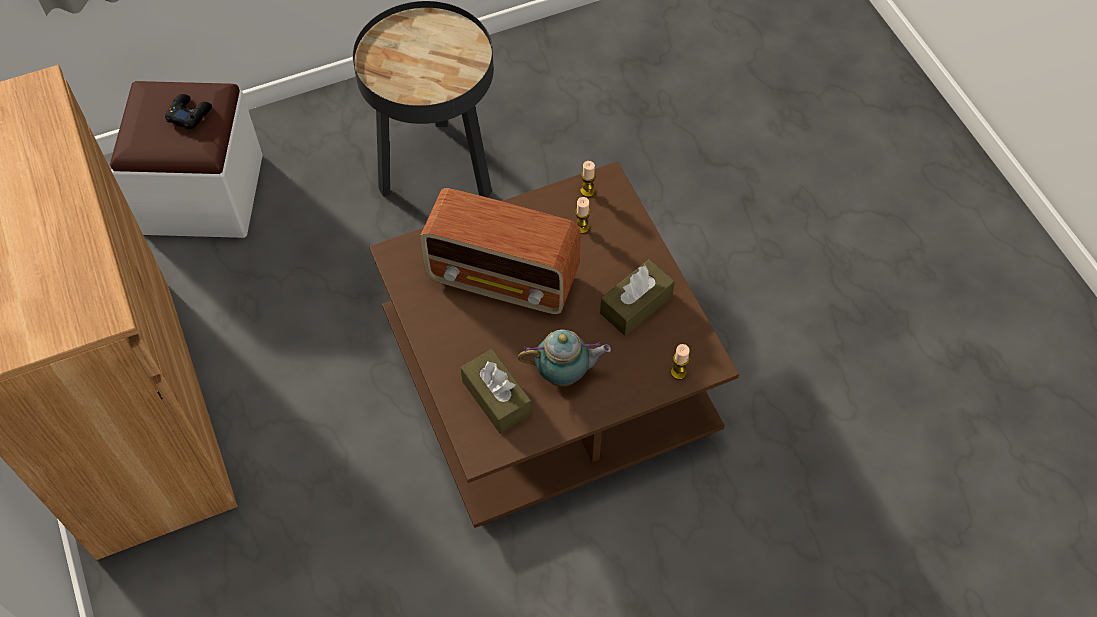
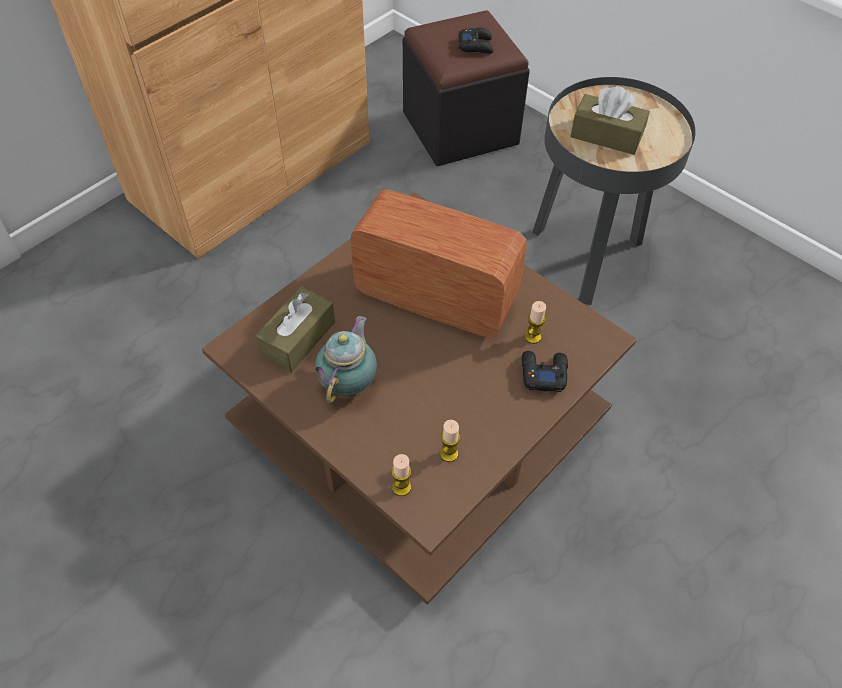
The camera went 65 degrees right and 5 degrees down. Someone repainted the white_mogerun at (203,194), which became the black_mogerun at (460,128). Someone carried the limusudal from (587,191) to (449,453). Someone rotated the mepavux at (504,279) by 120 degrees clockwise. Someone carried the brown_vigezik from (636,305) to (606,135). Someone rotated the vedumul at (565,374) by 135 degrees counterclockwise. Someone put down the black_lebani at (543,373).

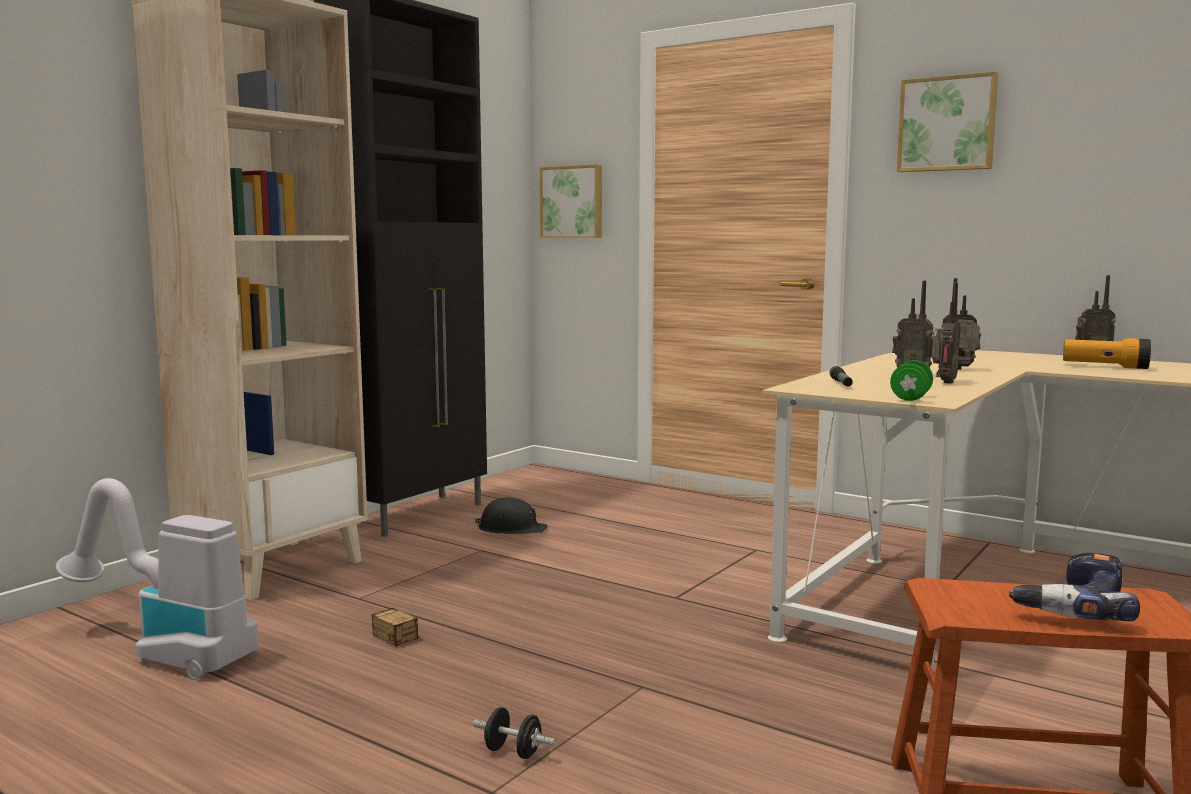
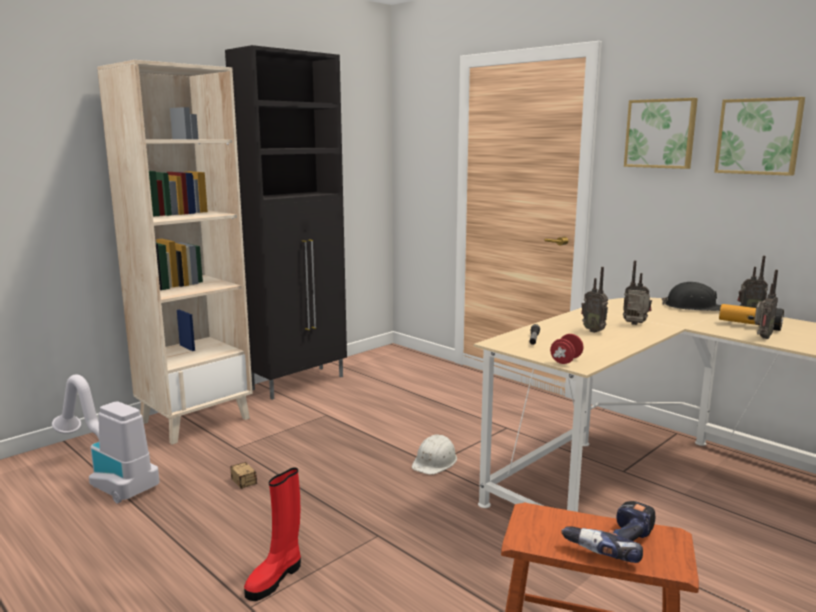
The camera went 10 degrees right and 5 degrees up. Someone carried the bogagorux from (573,202) to (759,136). Someone carried the mepavux from (943,382) to (761,337). Someone repainted the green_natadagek at (910,398), which became the red_natadagek at (566,360). Someone carried the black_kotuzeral from (511,529) to (693,307). Someone swapped the black_natadagek at (513,752) for the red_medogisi at (275,578). Someone put down the white_kotuzeral at (435,461).

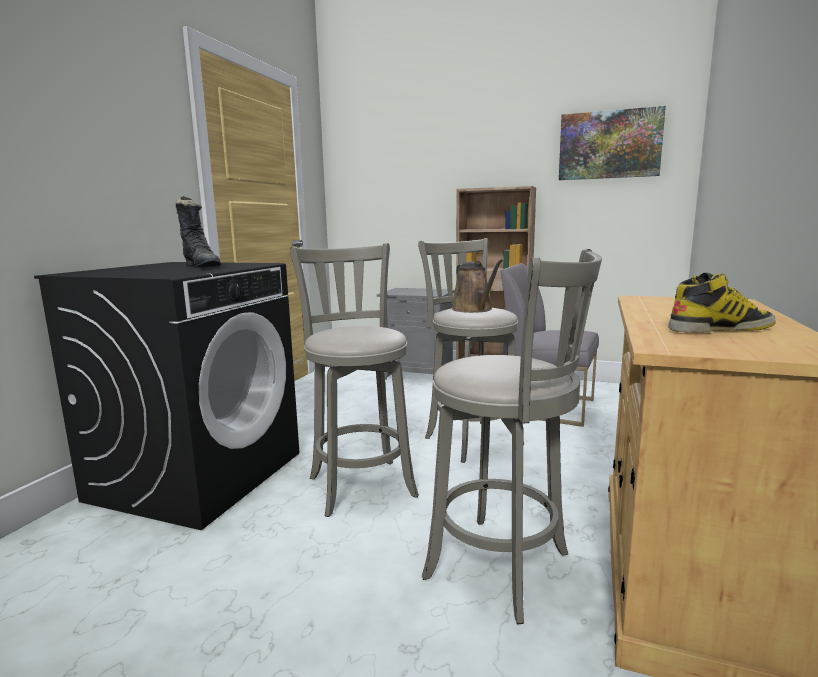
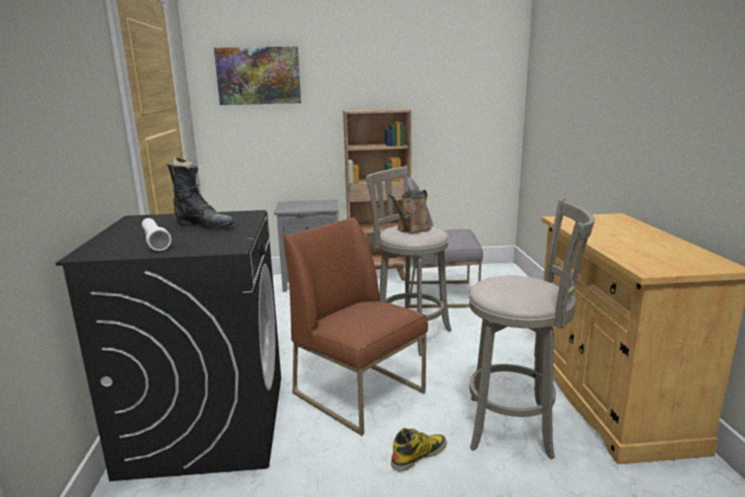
The camera went 25 degrees left and 5 degrees up. Someone carried the bogagorux from (609,145) to (258,76). Someone swapped the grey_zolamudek at (360,483) for the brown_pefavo at (360,392). Someone rotated the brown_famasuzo at (474,309) by 75 degrees clockwise. Someone carried the medogisi from (720,329) to (419,455). Someone put down the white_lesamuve at (155,242).

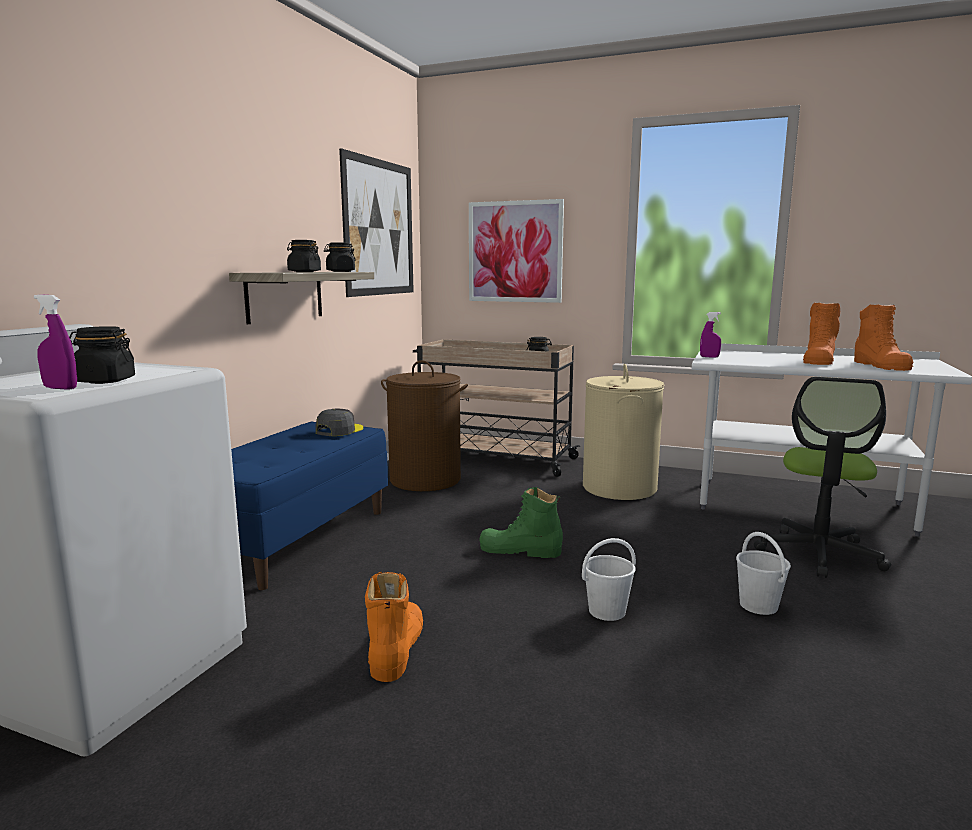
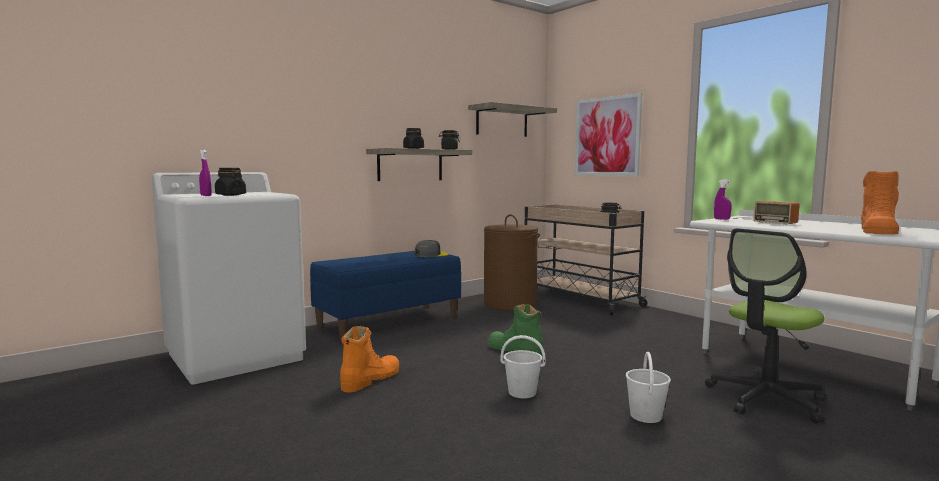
The camera went 30 degrees right and 5 degrees down. Someone swapped the bogagorux at (379,228) for the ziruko at (502,122). Someone took away the orange_medogisi at (818,361). Someone took away the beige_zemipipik at (620,488). Someone put down the mepavux at (763,221).

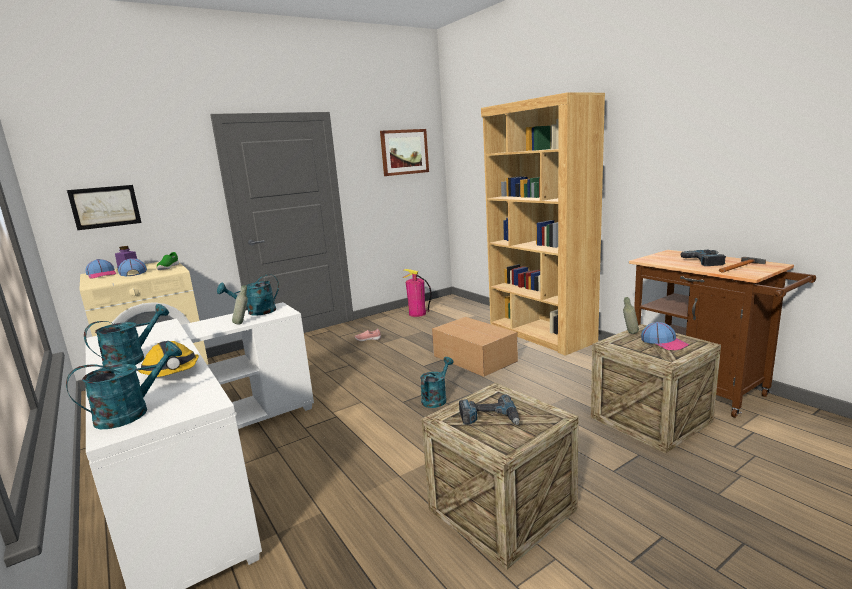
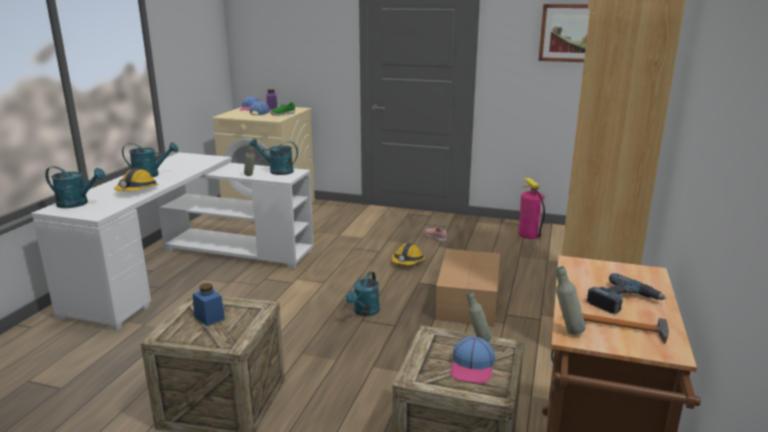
The camera went 50 degrees right and 5 degrees up. Someone took away the bogagorux at (105,207). Someone rotated the turquoise_famasuzo at (436,398) by 120 degrees clockwise. Someone swapped the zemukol at (489,418) for the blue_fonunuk at (209,317). Someone put down the kotuzeral at (408,262). Someone put down the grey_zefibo at (566,331).

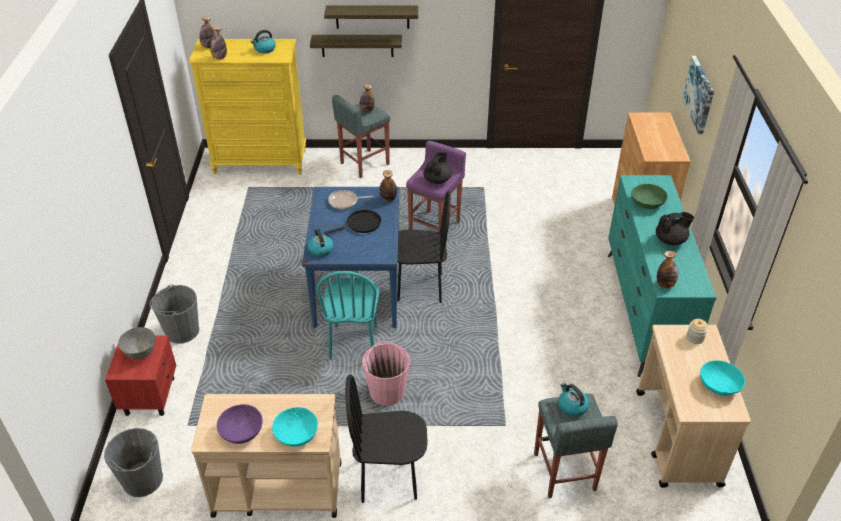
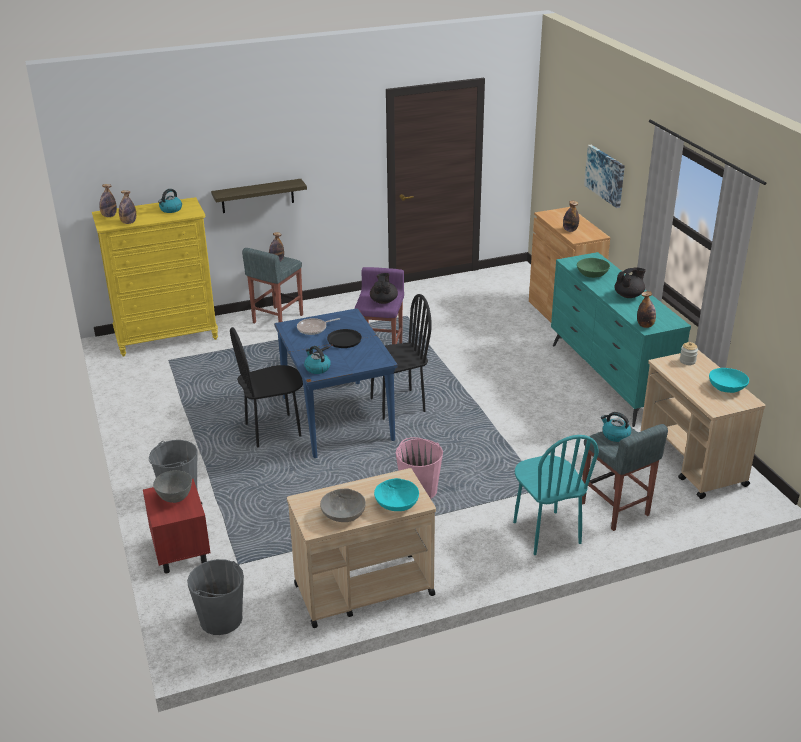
The camera went 20 degrees left and 10 degrees down. Someone took away the ziruko at (372,17). Someone carried the zefibo from (388,199) to (570,230). Someone carried the turquoise_pefavo from (354,343) to (546,532). Someone carried the black_pefavo from (389,478) to (273,431). Someone repainted the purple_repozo at (241,431), which became the grey_repozo at (343,514).

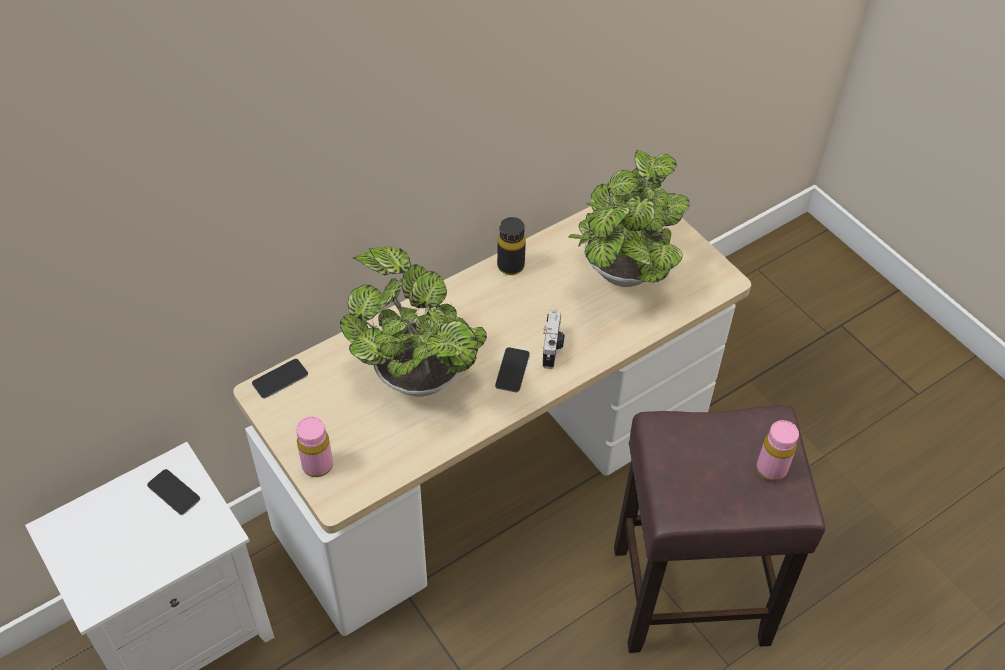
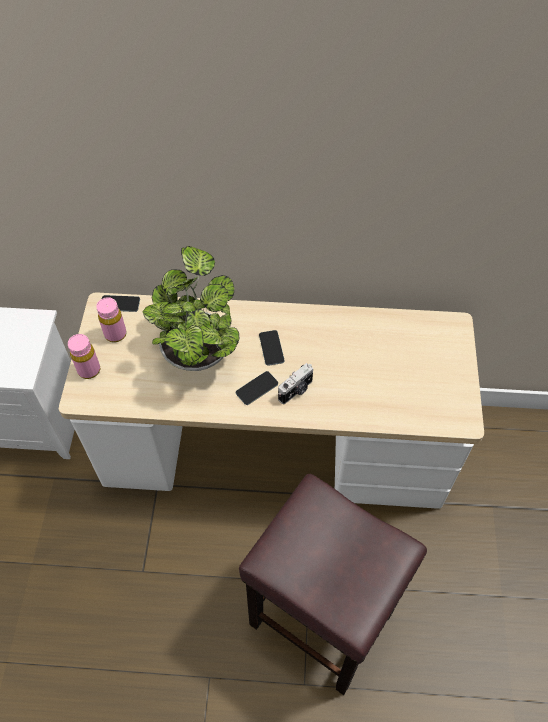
The camera went 40 degrees right and 5 degrees up. Someone took away the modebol at (622,275). Someone took away the black_zefibo at (510,266). Someone carried the pink_zefibo from (771,469) to (115,334). Someone carried the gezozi from (173,492) to (271,348).

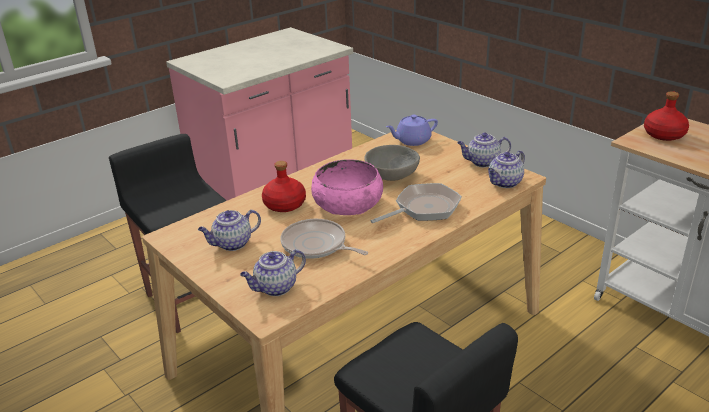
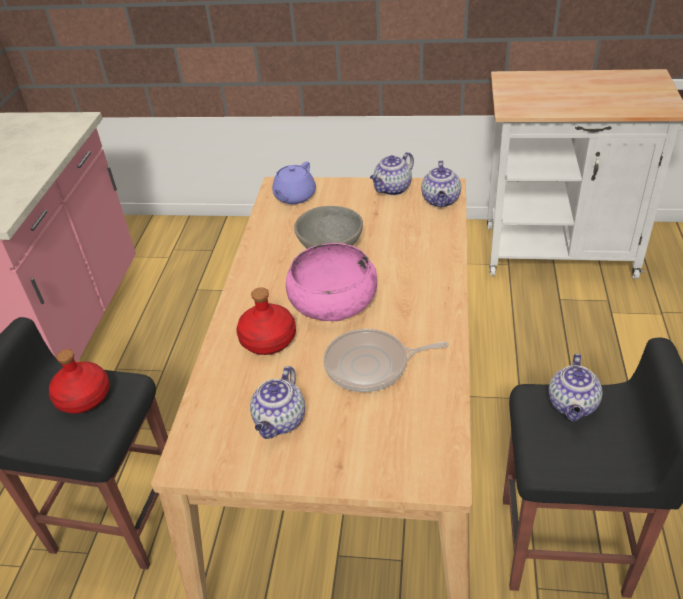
The camera went 40 degrees left and 10 degrees up. Someone carried the red_zefibo from (663,134) to (83,397). Someone took away the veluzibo at (423,208). Someone carried the vedumul from (275,288) to (573,405).

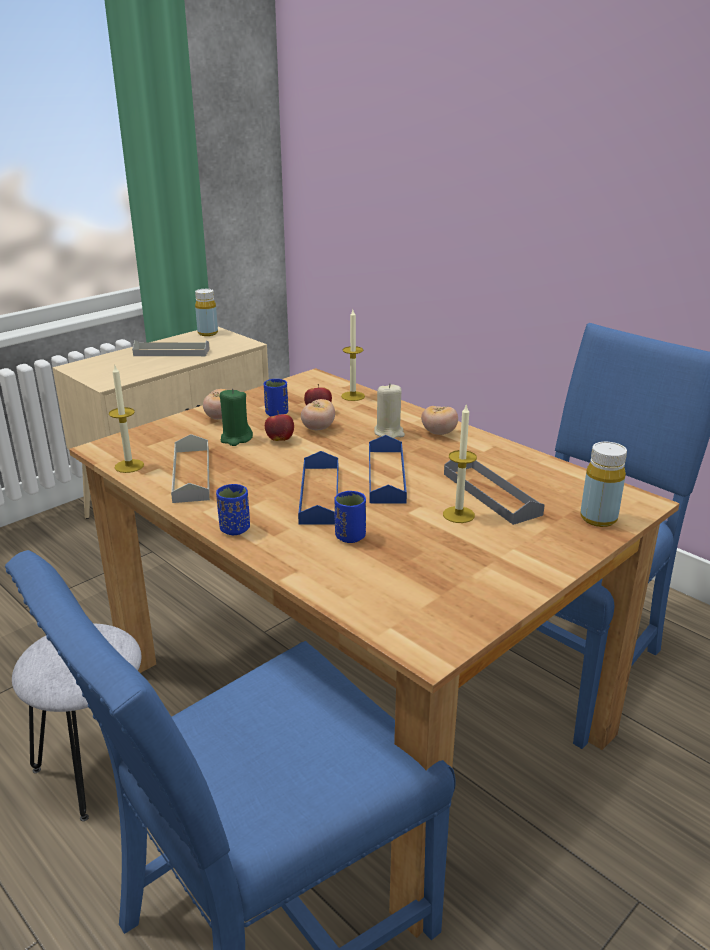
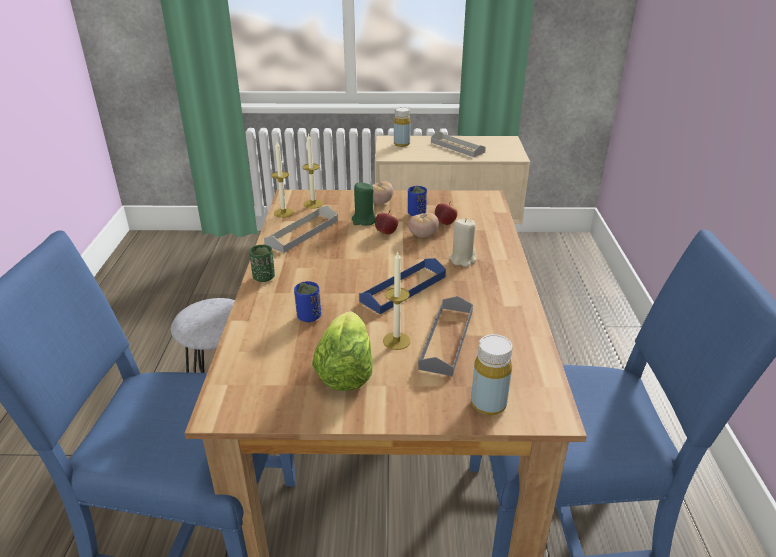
The camera went 45 degrees right and 5 degrees up. Someone carried the yellow_zefibo from (207,333) to (401,144). Someone carried the limusudal from (353,396) to (313,204). Someone took away the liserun at (439,433). Someone took away the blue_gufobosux at (319,494). Someone repainted the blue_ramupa at (235,529), which became the green_ramupa at (264,277). Someone put down the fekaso at (345,372).

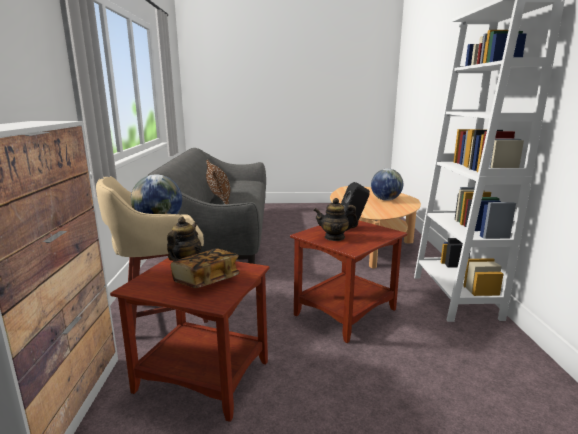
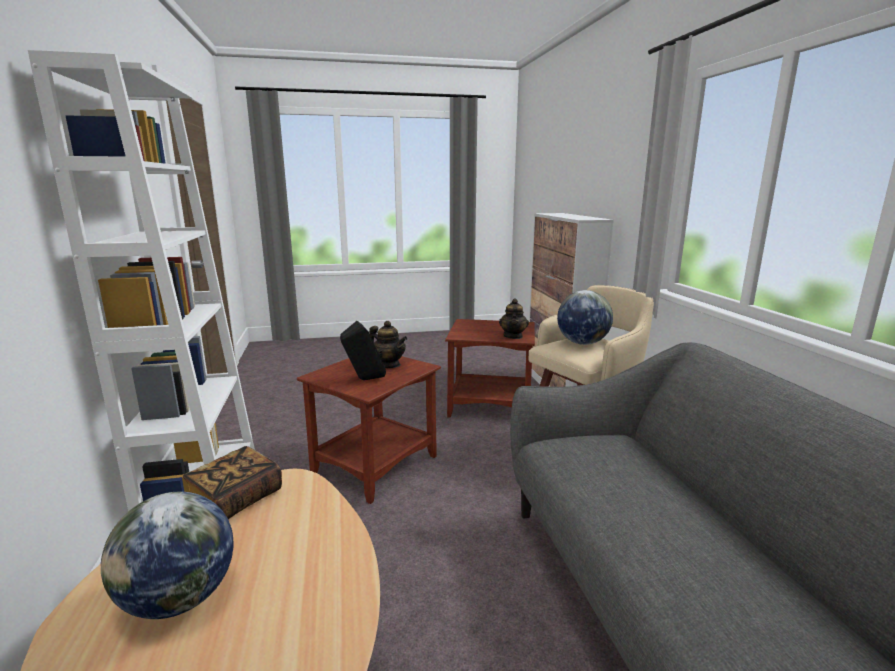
The camera went 170 degrees right and 0 degrees up. Someone took away the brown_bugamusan at (219,199). Someone rotated the vedumul at (334,237) by 45 degrees clockwise. Someone carried the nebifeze from (206,280) to (236,498).

